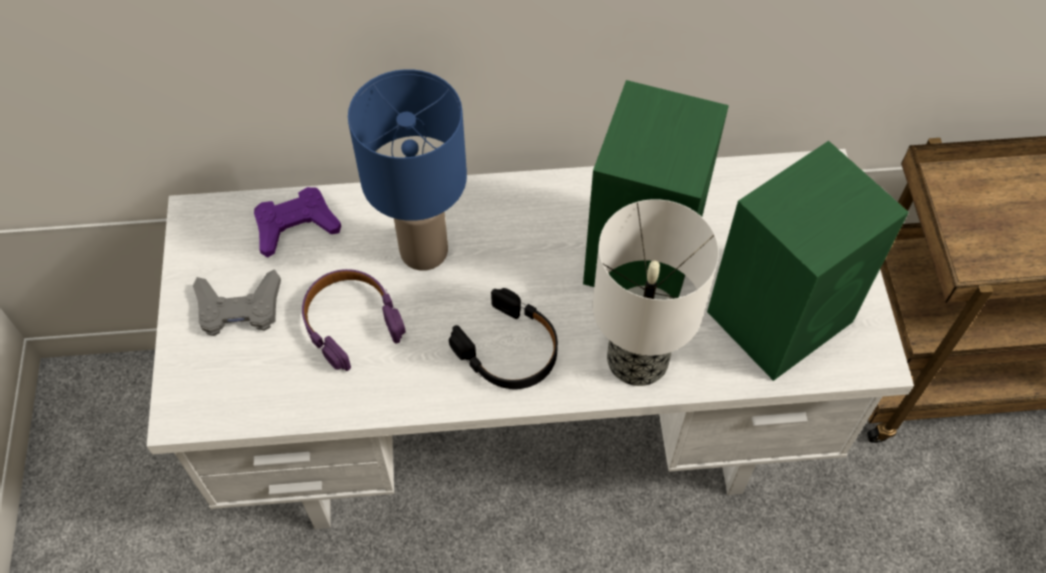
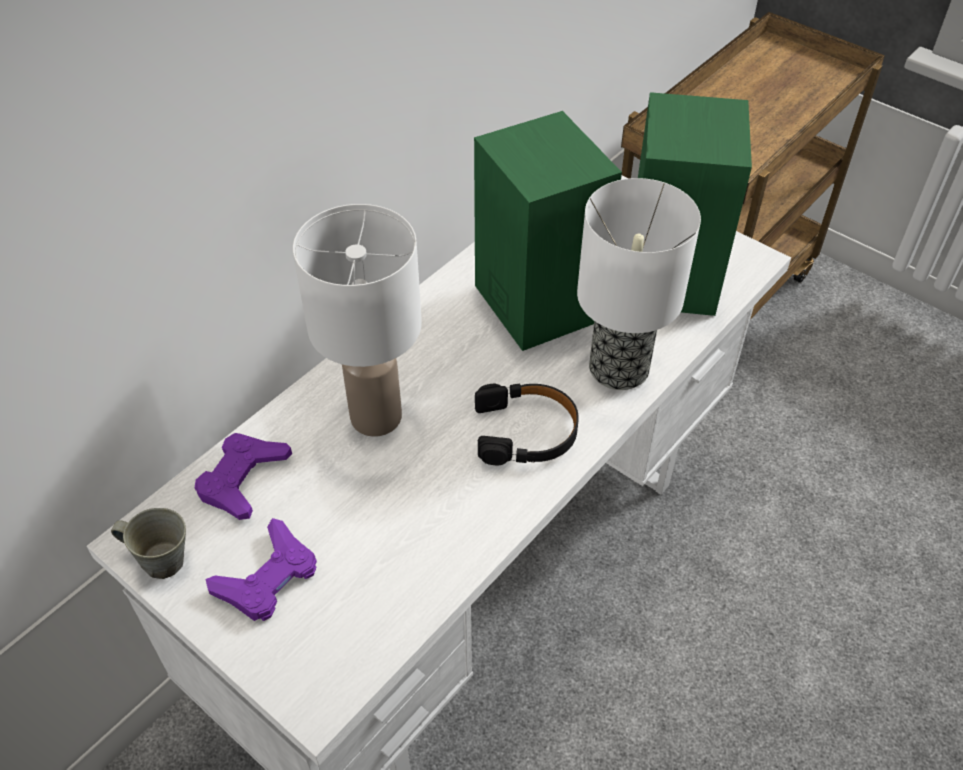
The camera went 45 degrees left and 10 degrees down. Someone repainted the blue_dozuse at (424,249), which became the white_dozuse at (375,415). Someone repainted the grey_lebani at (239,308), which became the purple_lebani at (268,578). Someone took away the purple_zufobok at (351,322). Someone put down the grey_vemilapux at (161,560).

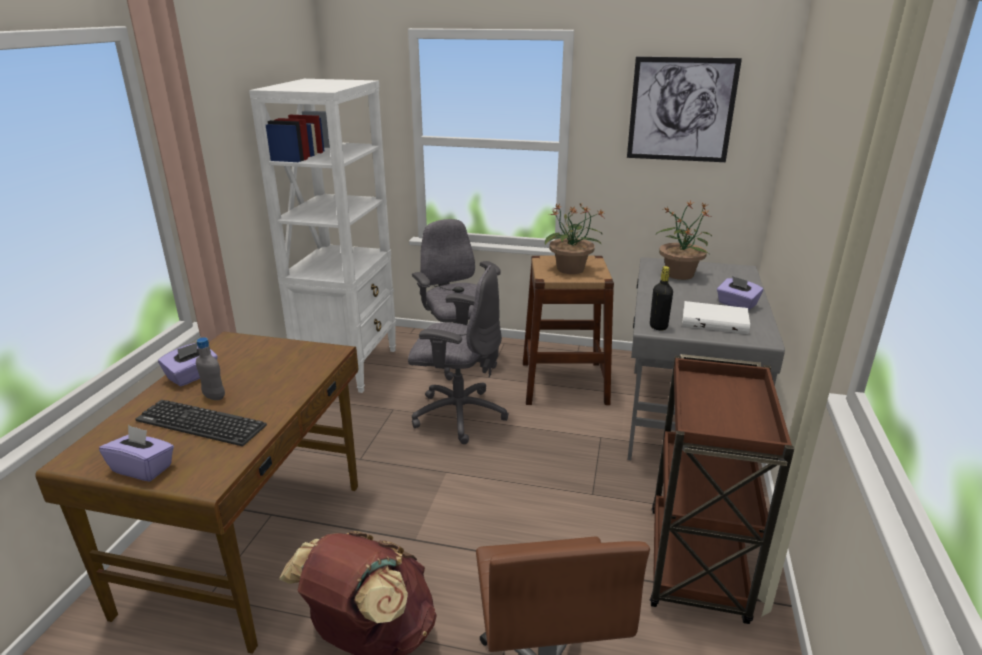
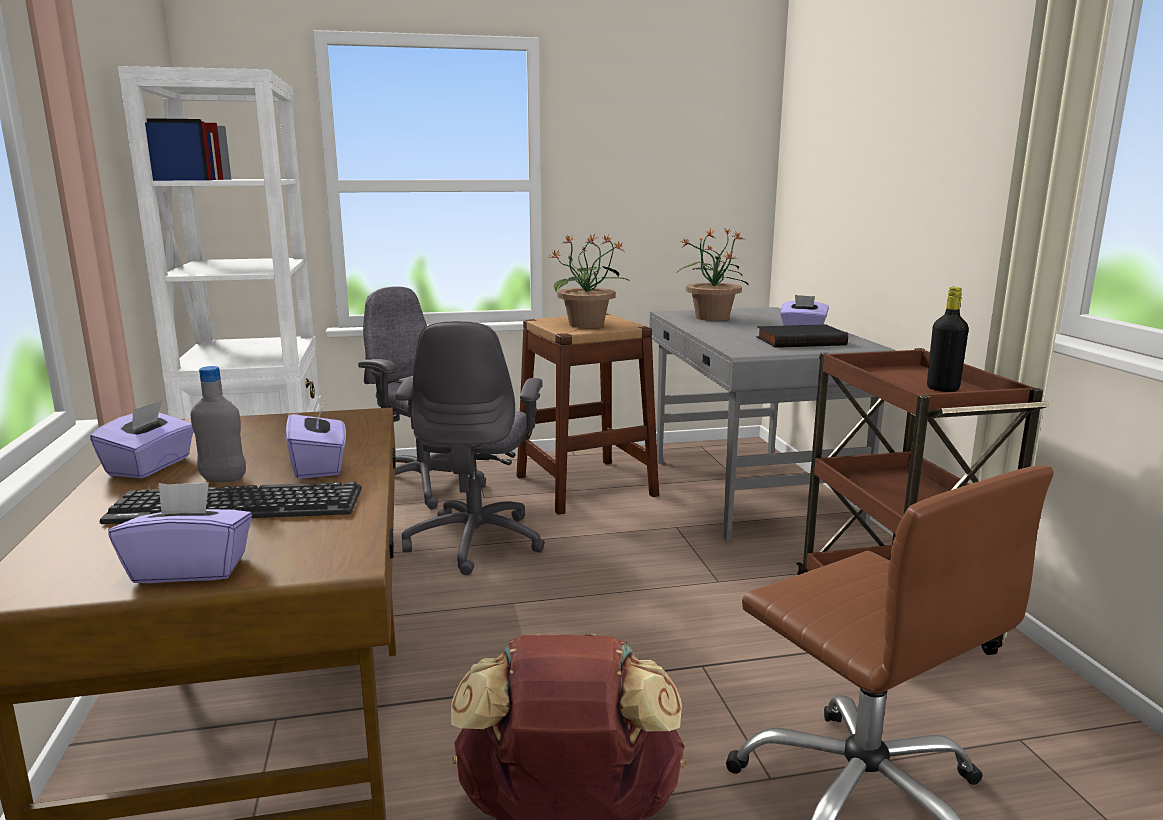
The camera went 25 degrees left and 10 degrees down. Someone took away the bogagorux at (681,110). Someone rotated the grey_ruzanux at (458,414) by 105 degrees clockwise. Someone carried the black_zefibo from (658,327) to (942,389). Someone repainted the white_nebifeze at (715,321), which became the black_nebifeze at (800,341). Someone put down the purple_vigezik at (320,466).

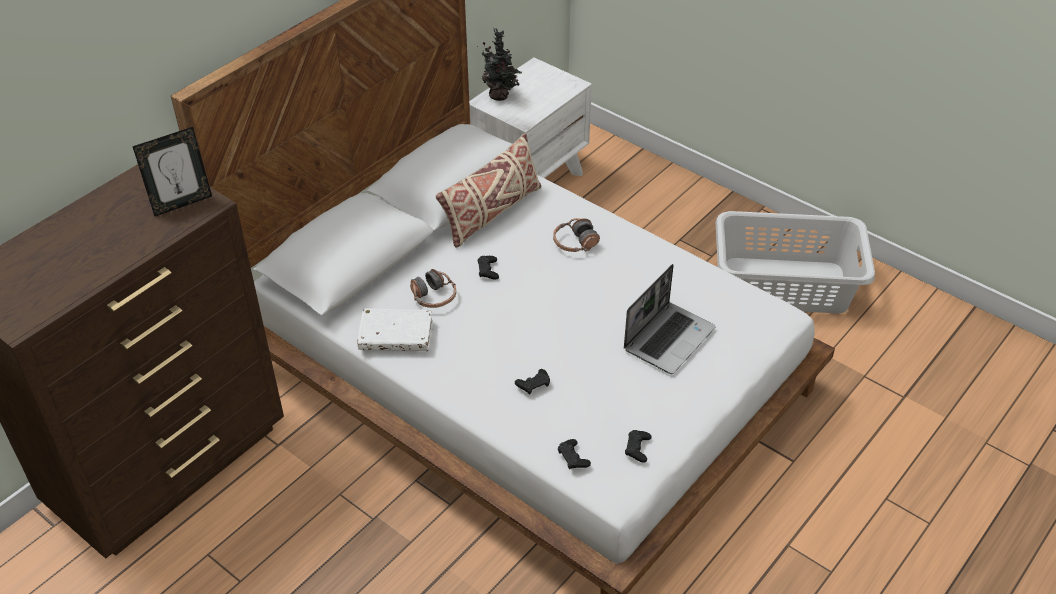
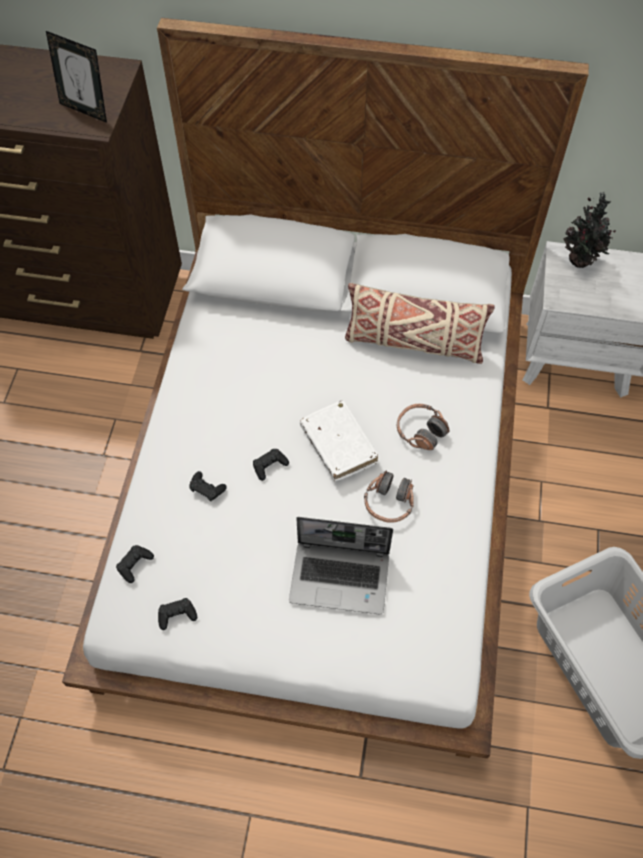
The camera went 60 degrees right and 15 degrees up. Someone carried the black_lebani from (488,270) to (269,466). Someone carried the zufobok from (433,297) to (389,502). Someone carried the white_nebifeze from (396,336) to (338,445).

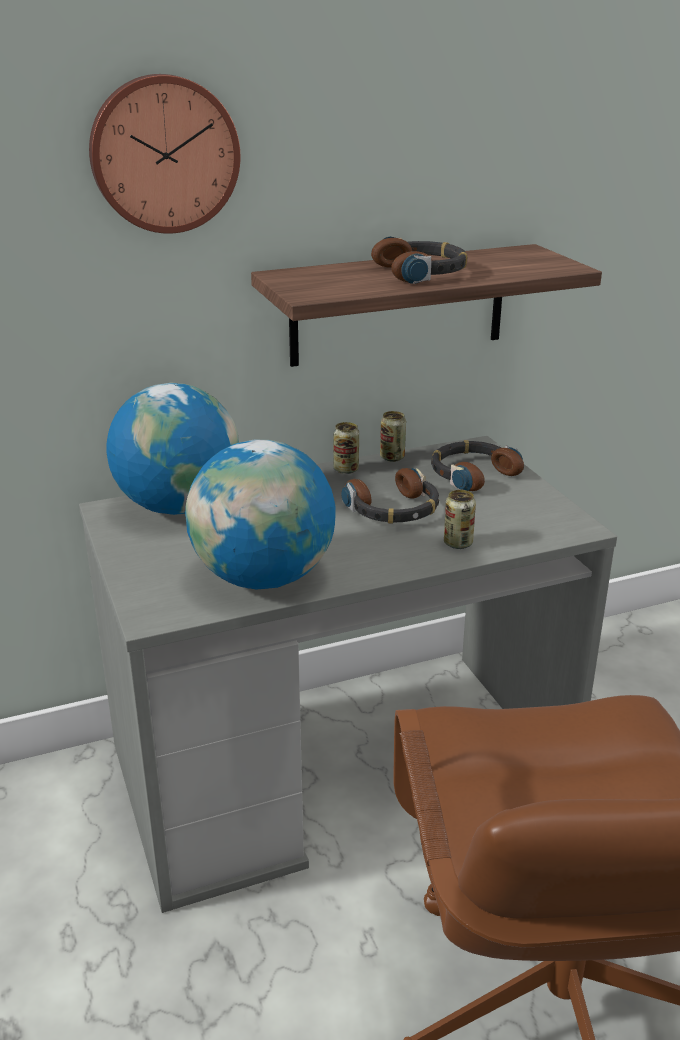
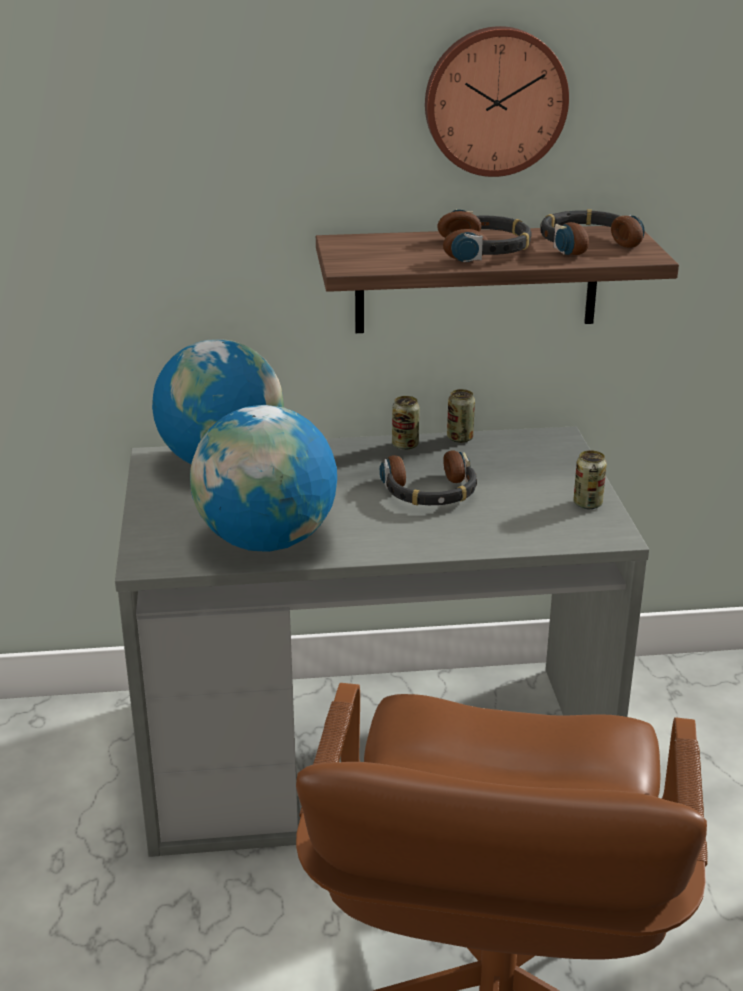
The camera went 15 degrees right and 0 degrees up. Someone carried the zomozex from (164,154) to (495,101). Someone carried the zufobok from (472,474) to (586,243). Someone carried the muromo from (458,543) to (587,504).

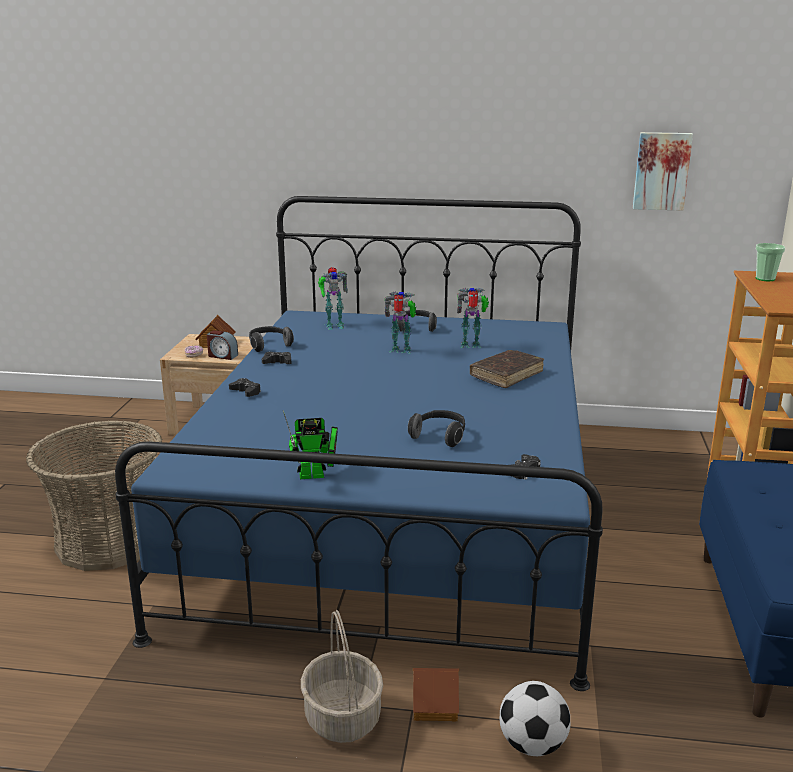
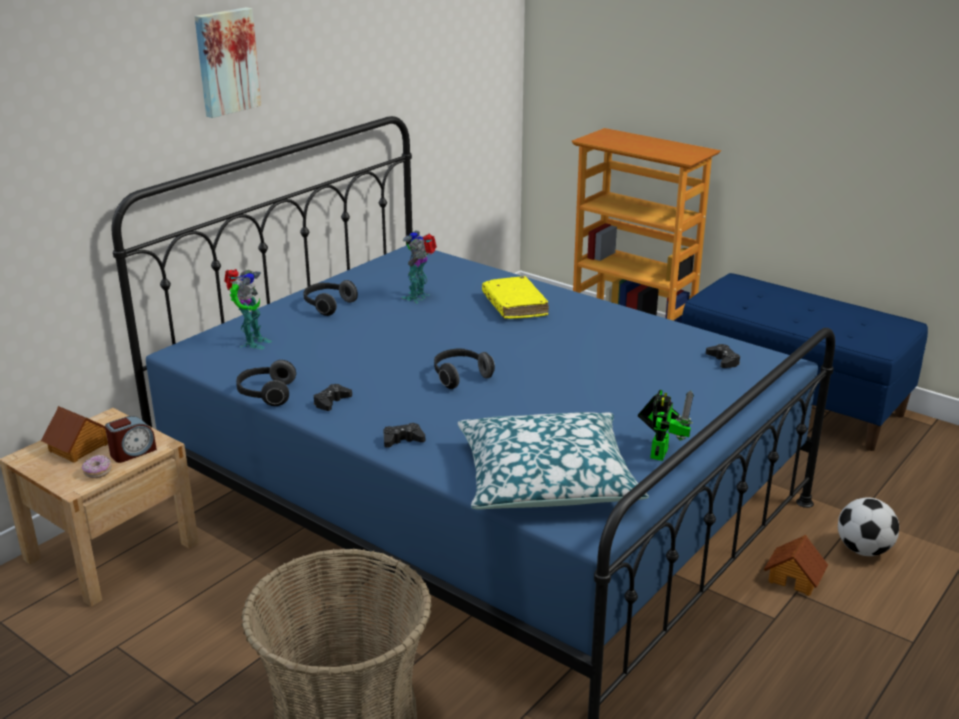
The camera went 60 degrees left and 5 degrees up. Someone carried the bogagorux from (661,171) to (226,61). Someone took away the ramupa at (765,279). Someone took away the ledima at (402,351). Someone repainted the brown_nebifeze at (506,375), which became the yellow_nebifeze at (514,306). Someone carried the zufobok from (439,436) to (460,376). Someone took away the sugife at (343,718). Someone put down the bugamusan at (546,479).

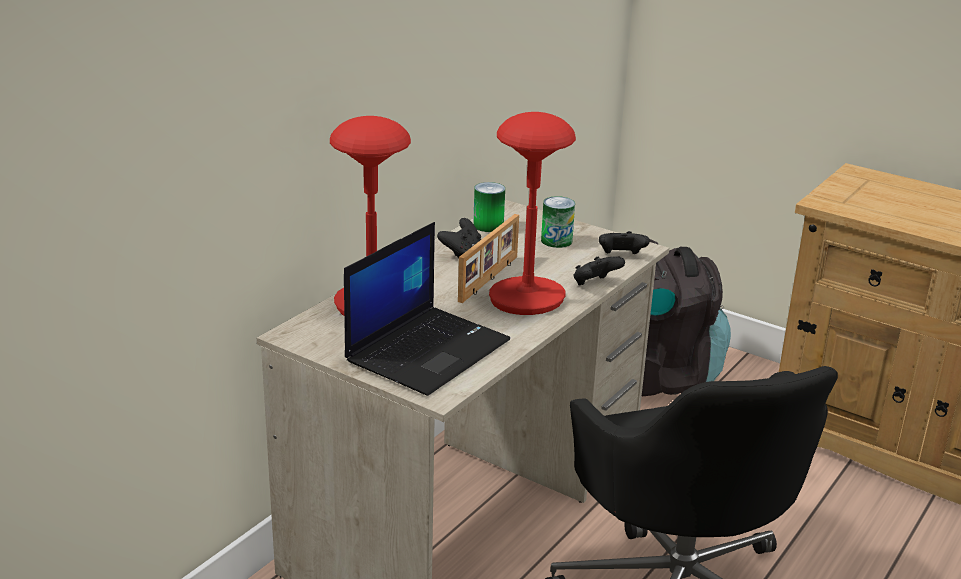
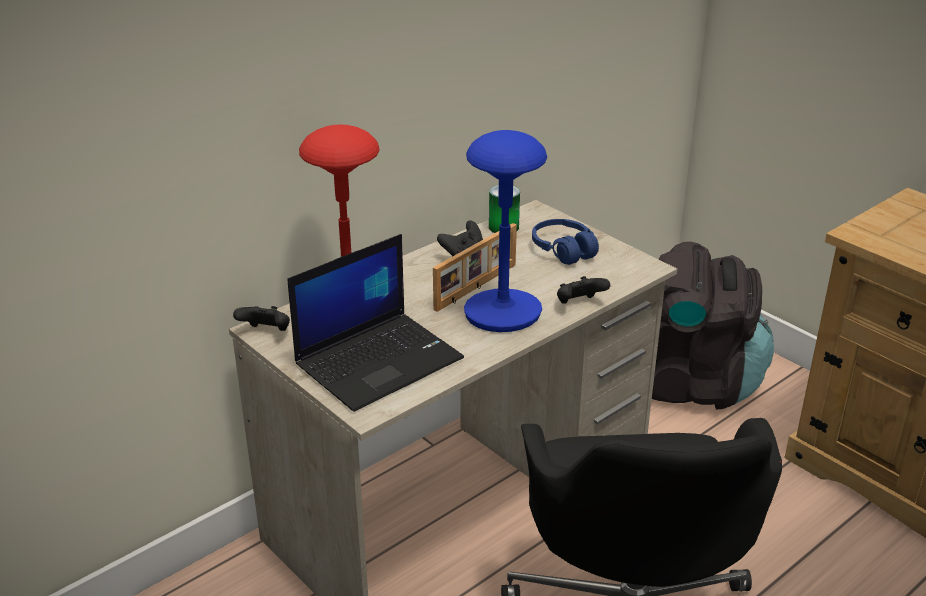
The camera went 15 degrees right and 5 degrees up. Someone repainted the red_dozuse at (527,299), which became the blue_dozuse at (503,313). Someone swapped the muromo at (556,241) for the blue_zufobok at (563,250). Someone carried the black_lebani from (621,256) to (266,332).

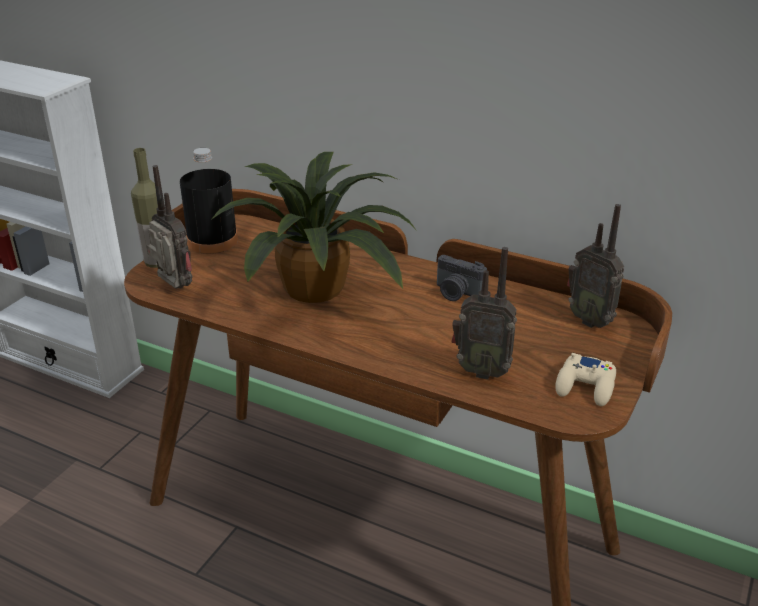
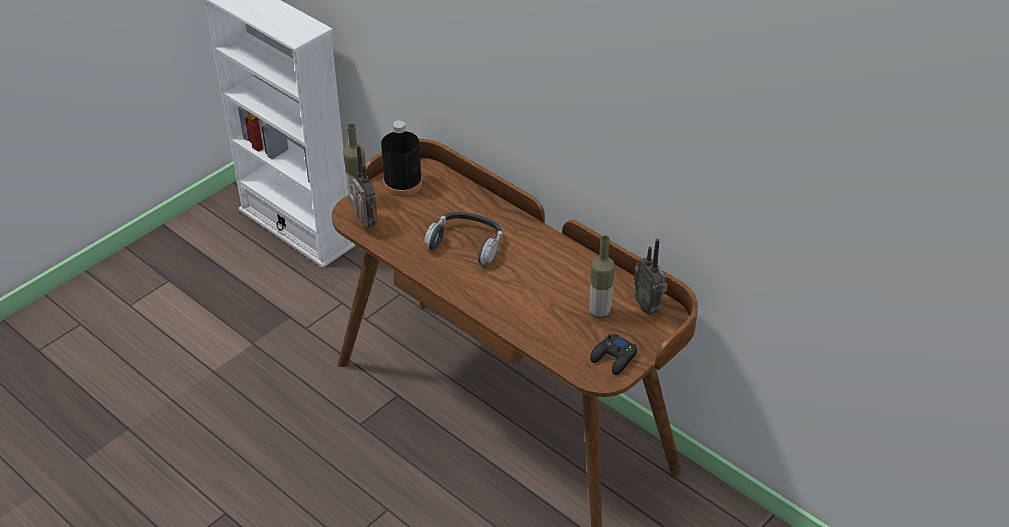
The camera went 15 degrees right and 10 degrees up. Someone swapped the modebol at (319,289) for the zufobok at (466,243). Someone took away the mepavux at (481,370). Someone took away the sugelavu at (457,293). Someone repainted the beige_lebani at (586,386), which became the black_lebani at (614,358). Someone put down the zefibo at (599,312).

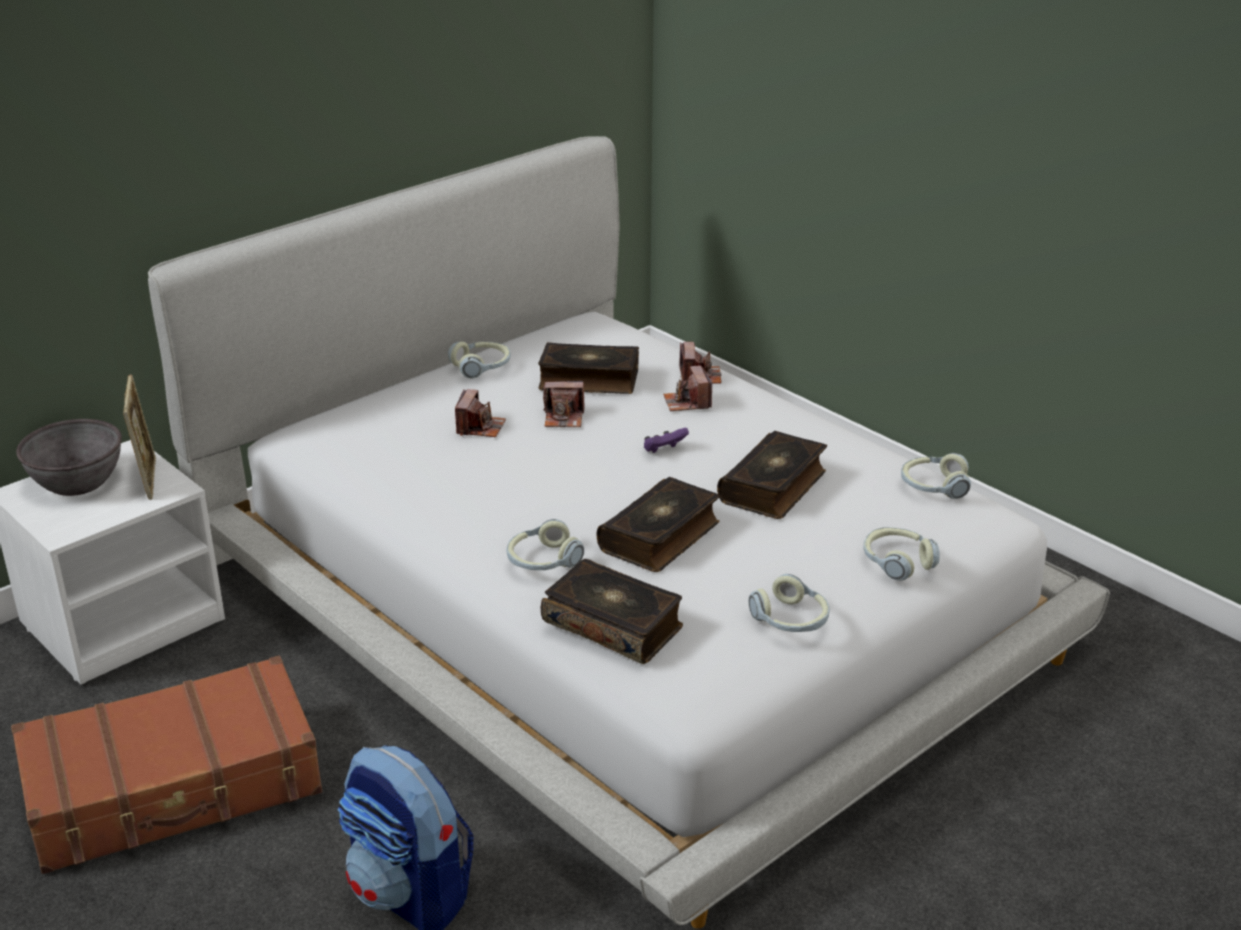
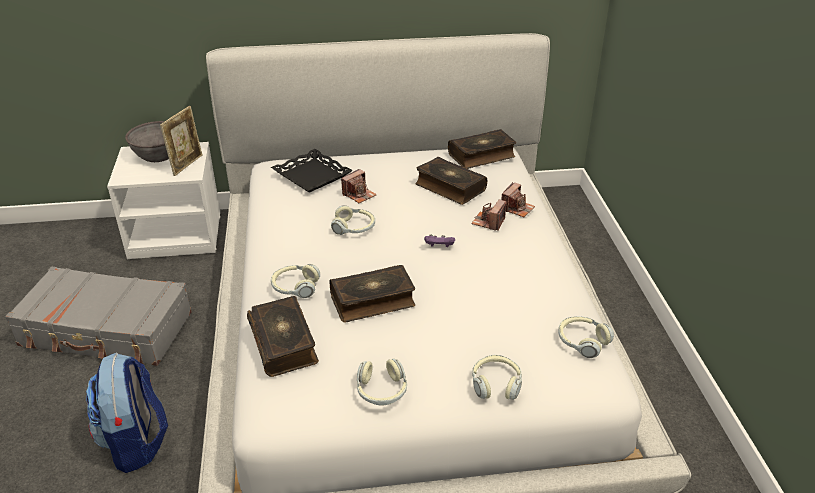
The camera went 35 degrees right and 5 degrees up. Someone carried the zufobok from (481,367) to (354,228). Someone took away the sugelavu at (564,418). Someone carried the nebifeze from (774,487) to (482,156). Someone repainted the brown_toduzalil at (174,788), which became the grey_toduzalil at (106,330). Someone put down the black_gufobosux at (312,175).

